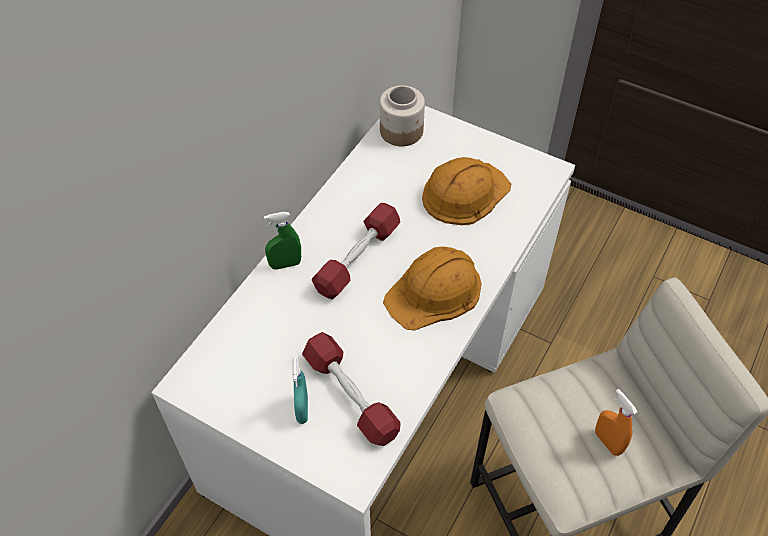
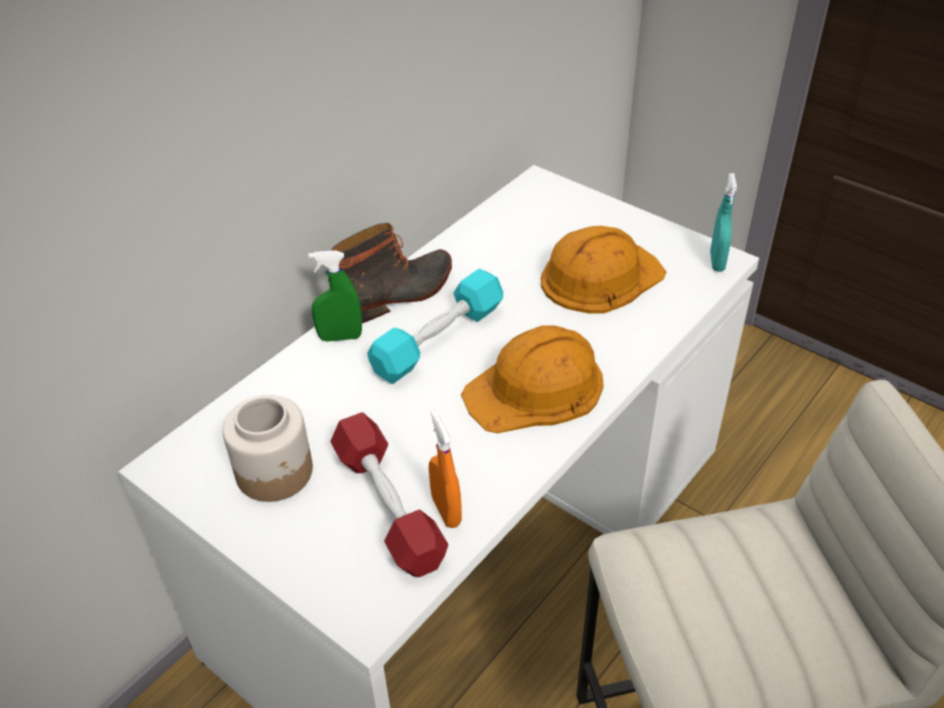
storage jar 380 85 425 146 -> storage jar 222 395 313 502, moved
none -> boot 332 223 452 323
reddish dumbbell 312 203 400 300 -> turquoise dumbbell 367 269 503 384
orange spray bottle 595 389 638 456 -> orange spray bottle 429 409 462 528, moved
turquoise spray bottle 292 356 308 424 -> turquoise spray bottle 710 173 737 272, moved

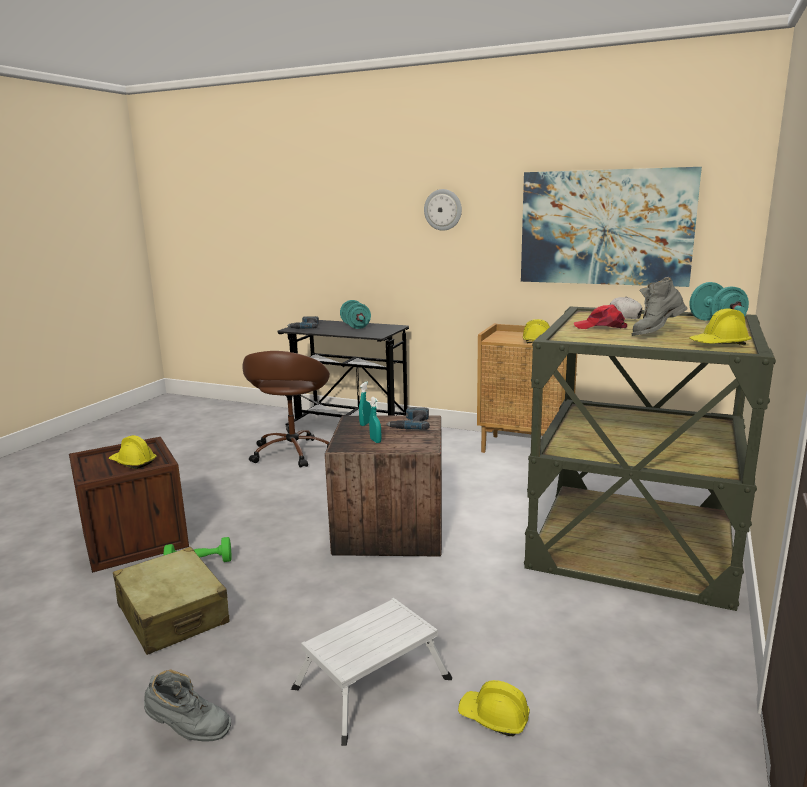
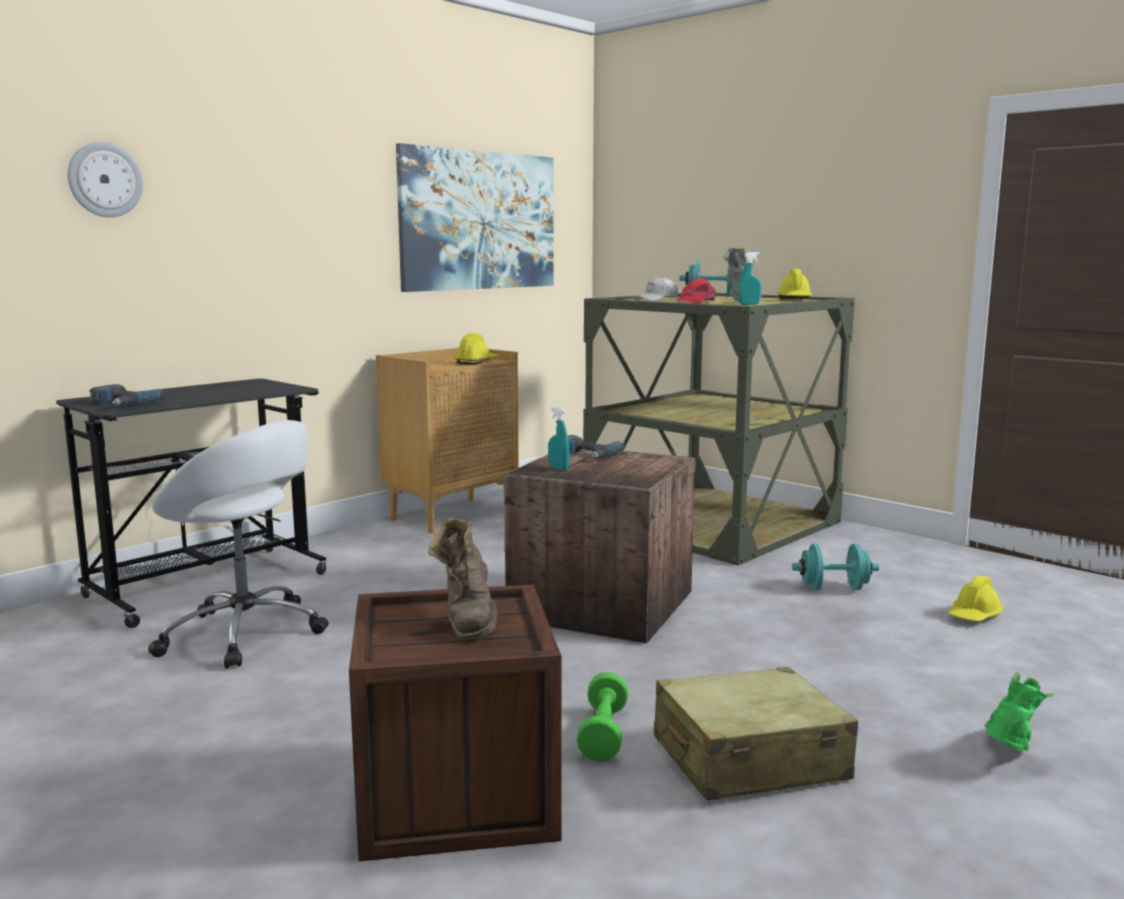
hanging clock 424 189 462 231 -> hanging clock 68 142 143 217, moved
brownish desk chair 243 351 330 468 -> white-coloured desk chair 148 420 329 669
yellow safety helmet 109 435 157 469 -> brownish boot 428 517 497 641
turquoise spray bottle 369 397 381 443 -> turquoise spray bottle 739 252 761 305, moved
turquoise dumbbell 340 300 371 329 -> turquoise dumbbell 792 544 879 590, moved
greyish boot 144 670 231 742 -> green-coloured boot 984 672 1054 751
white-coloured step stool 291 598 452 746 -> none

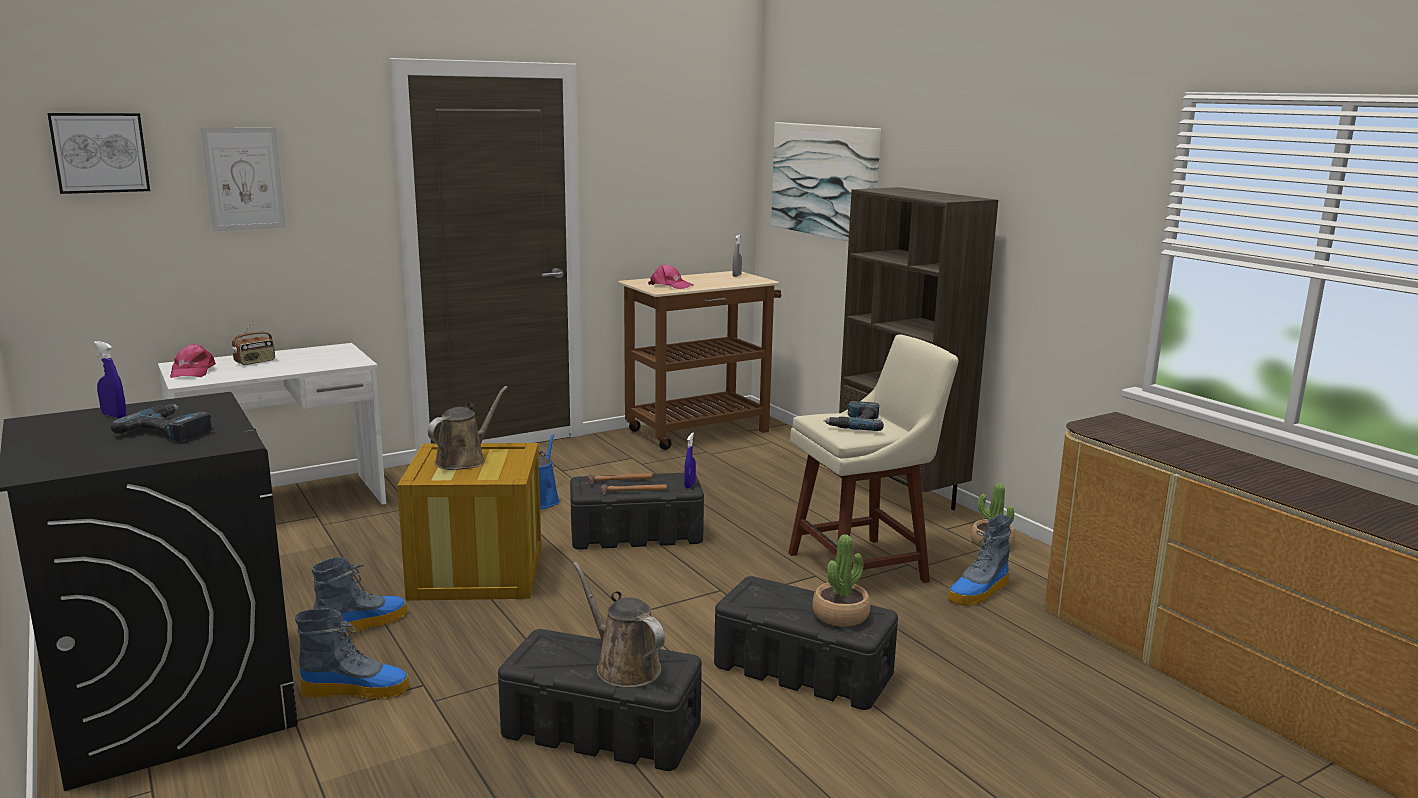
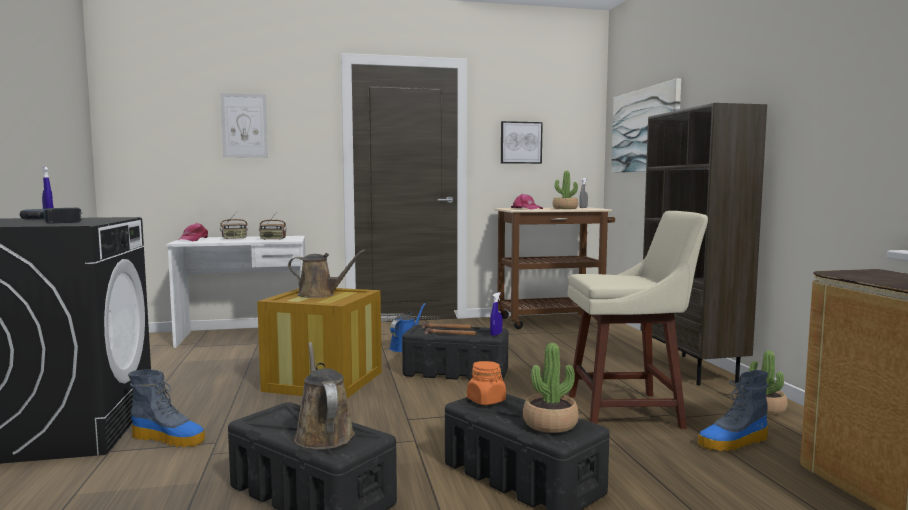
none -> radio 259 214 287 240
brownish watering pot 428 386 508 470 -> brownish watering pot 288 250 365 298, 45 degrees clockwise
none -> orange storage jar 467 361 506 405
wall picture 47 113 150 194 -> wall picture 501 121 543 164, moved
none -> potted plant 553 171 578 209
boot 312 557 407 635 -> none
power drill 824 401 884 431 -> none

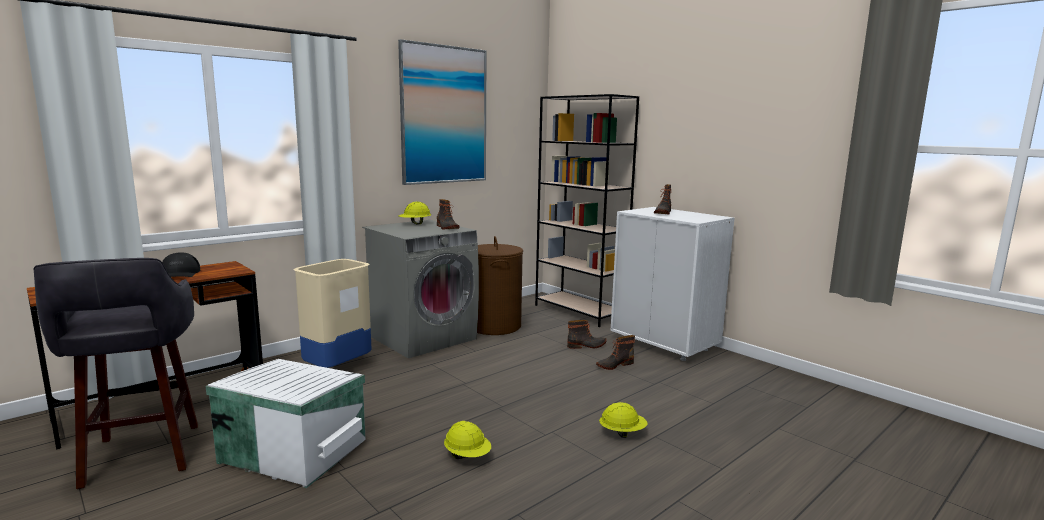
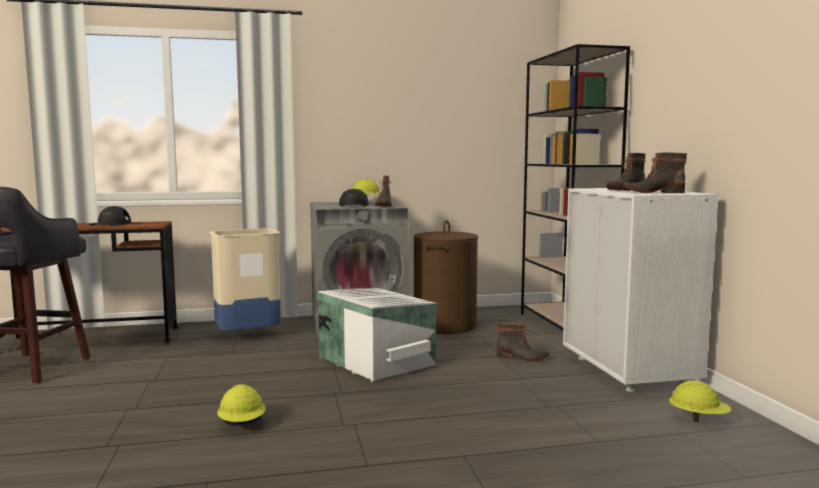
white-coloured storage container 206 359 366 488 -> white-coloured storage container 317 288 438 383, moved
none -> blackish peaked cap 339 189 369 207
boot 596 335 635 370 -> boot 623 153 687 193, moved
yellow safety helmet 599 402 648 438 -> yellow safety helmet 669 381 732 422, moved
wall picture 398 39 487 185 -> none

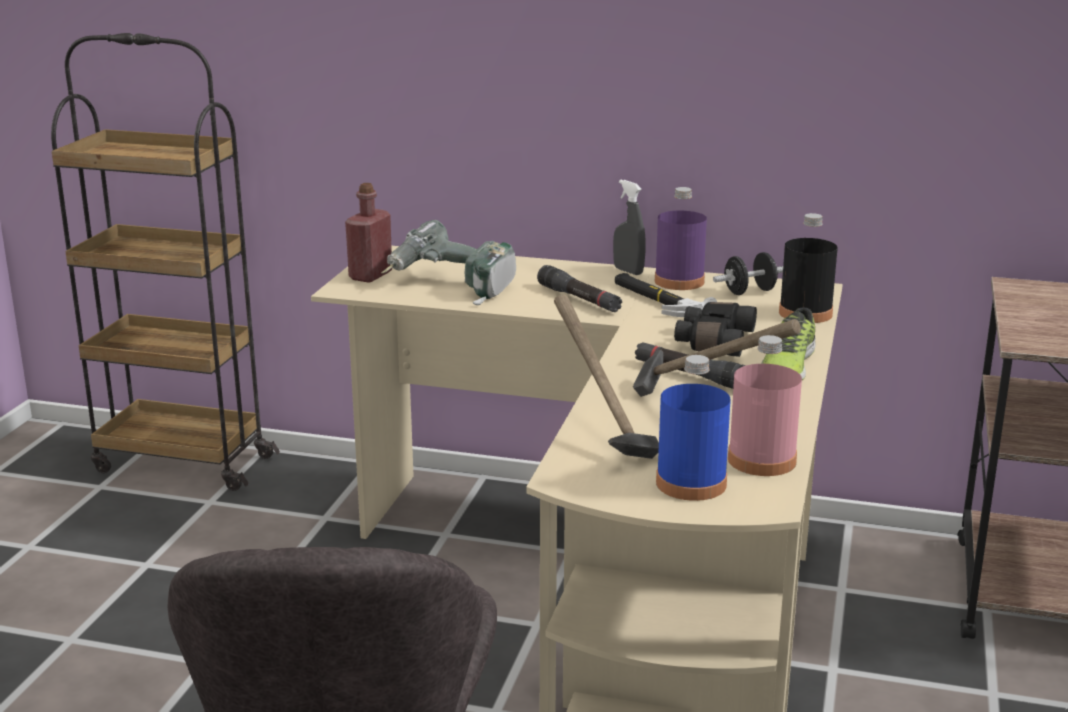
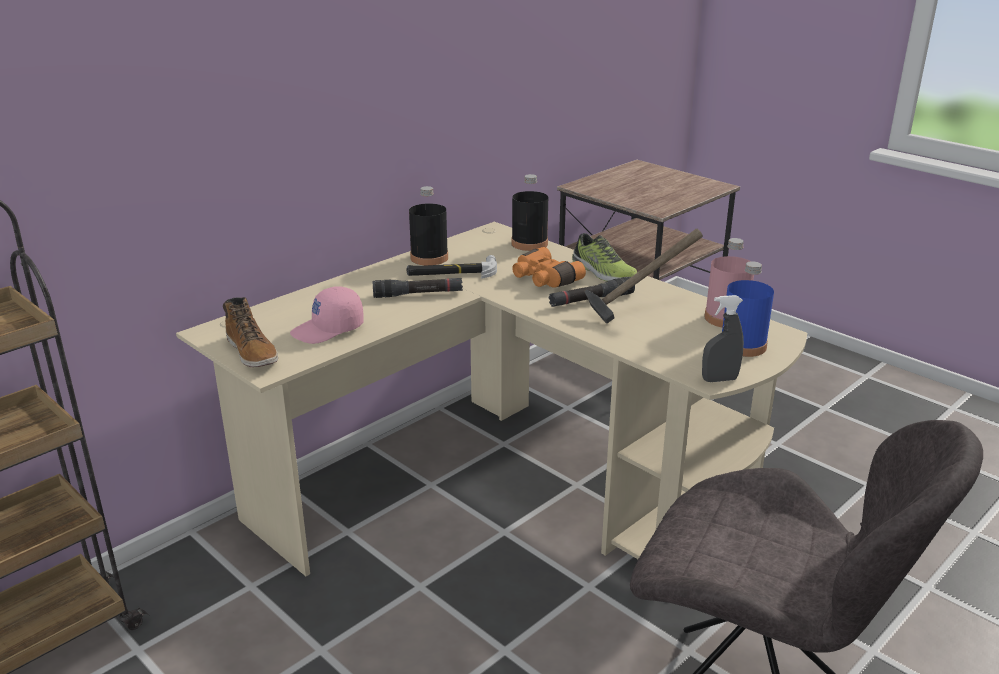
reddish bottle 345 183 392 283 -> boot 223 297 278 367
power drill 381 220 516 305 -> pink-coloured peaked cap 290 286 364 344
purplish bottle 655 187 707 290 -> blackish bottle 409 186 448 266
blackish field glasses 674 302 757 357 -> orange field glasses 512 247 586 288
greyish spray bottle 613 180 646 275 -> greyish spray bottle 702 295 744 382, moved
hand hammer 554 294 659 459 -> none
blackish dumbbell 713 252 783 295 -> none

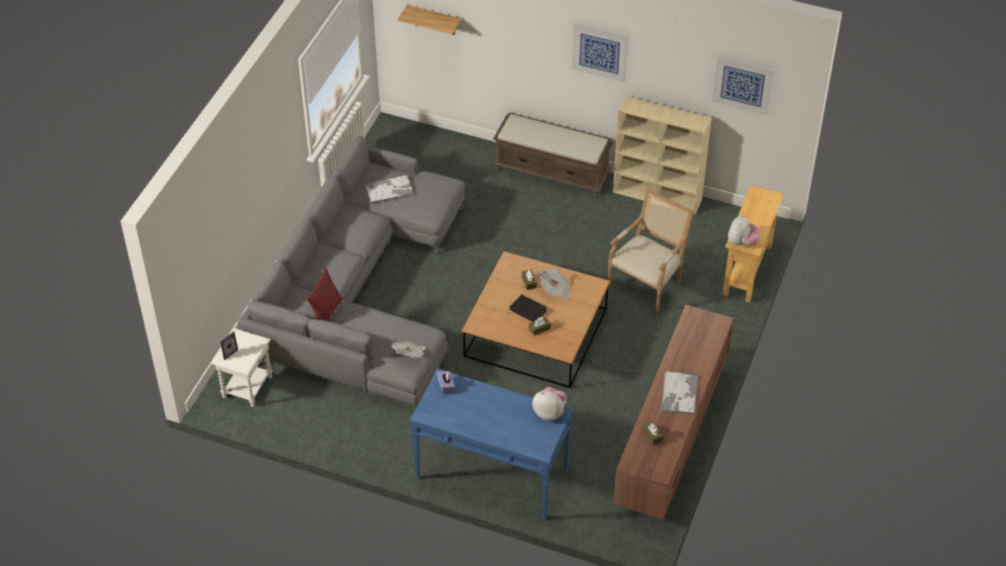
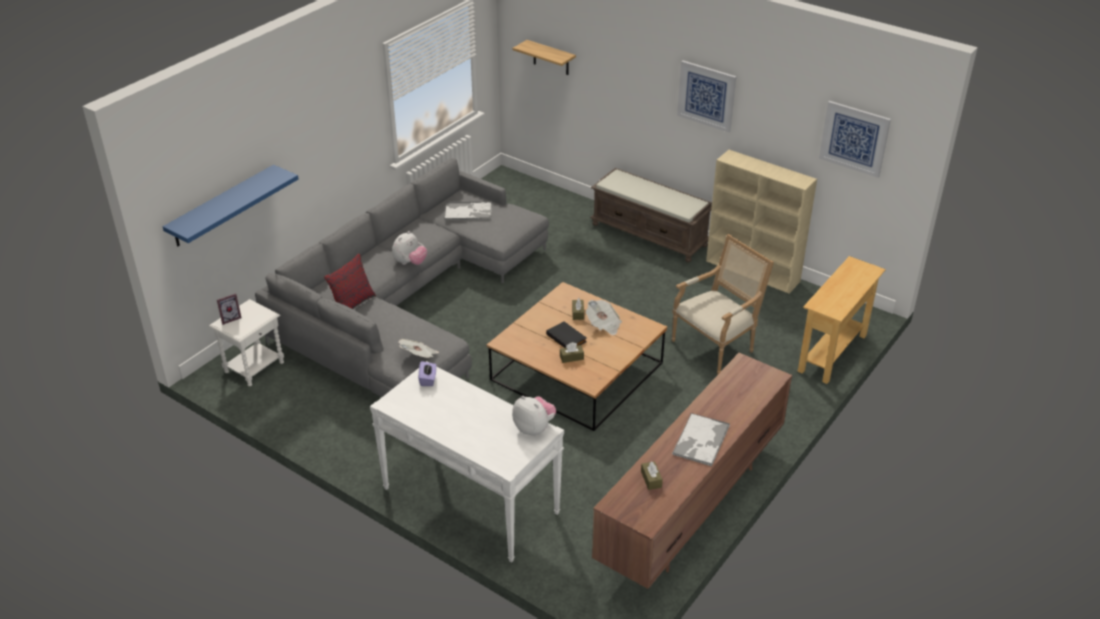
none -> blue bracket shelf 163 165 298 246
blue console table 409 368 574 519 -> white-coloured console table 370 361 564 563
cuddly toy 728 215 760 246 -> cuddly toy 392 231 427 265, moved

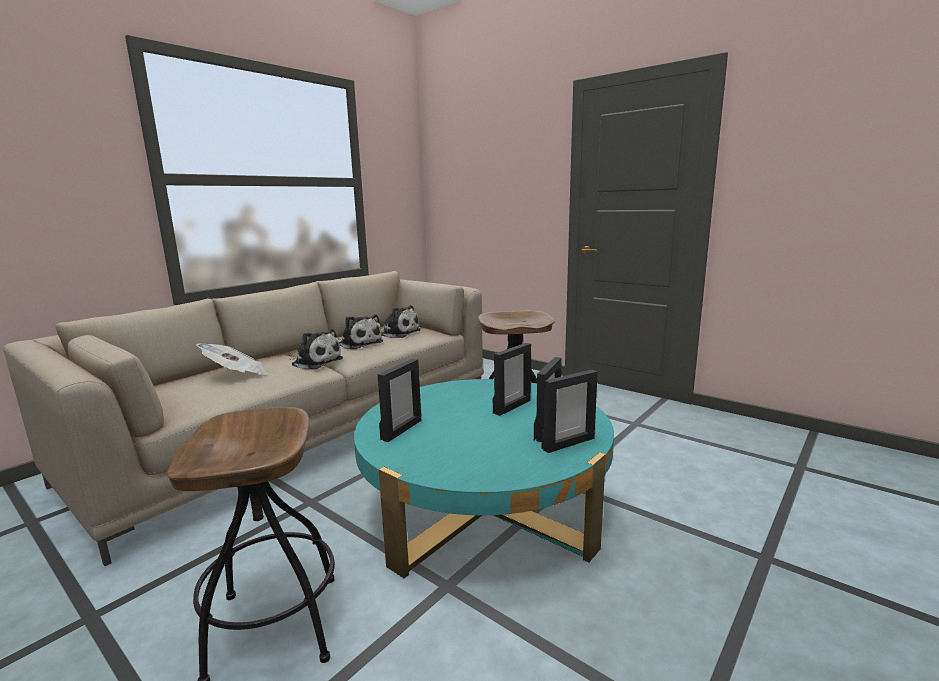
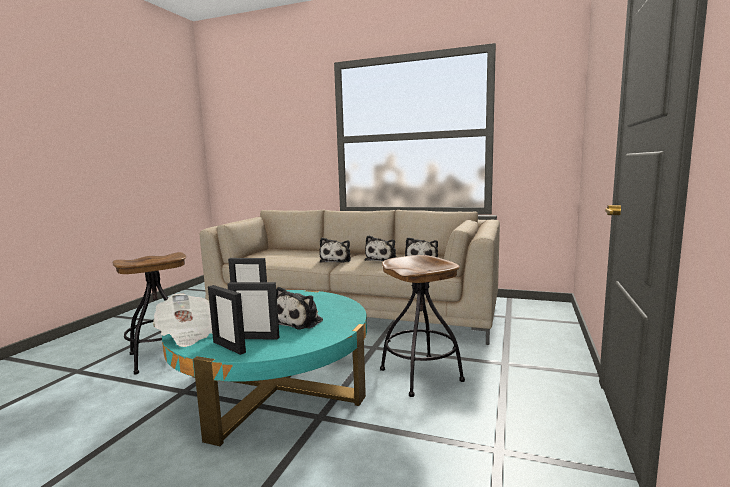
newspaper 196 344 267 375 -> newspaper 153 294 212 347, moved
picture frame 493 343 531 416 -> cuddly toy 276 287 323 329

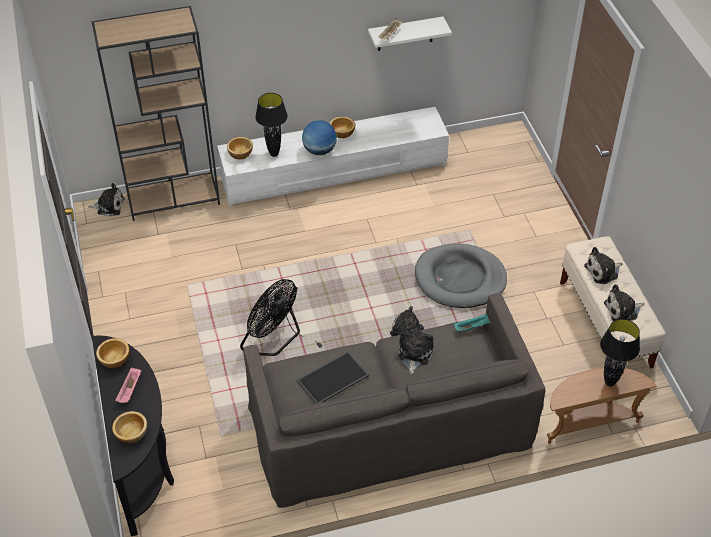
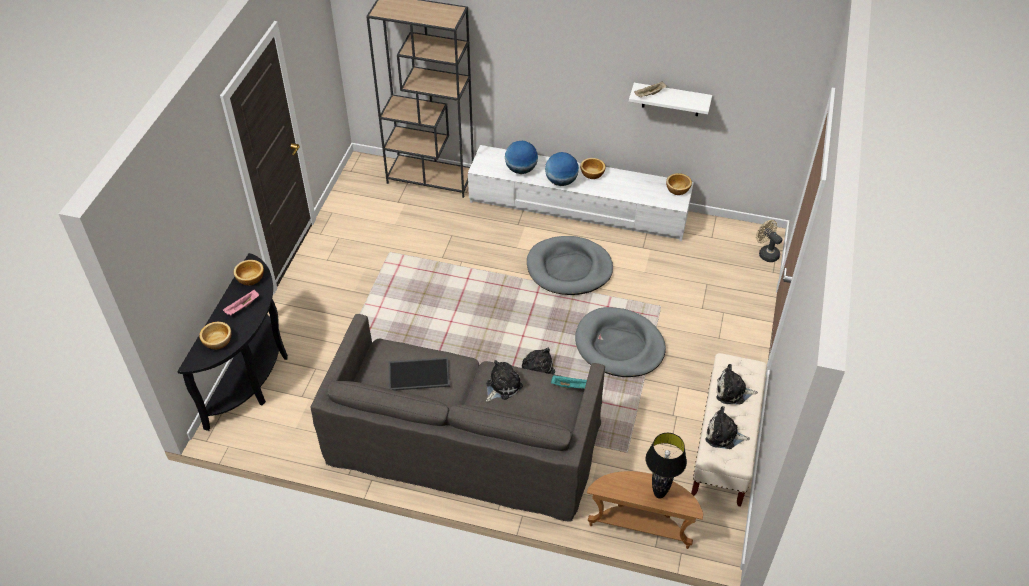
blackish tabletop lamp 255 93 288 157 -> desk globe 505 141 538 174
none -> greyish pet bed 527 236 613 295
deep dish 227 137 253 159 -> deep dish 666 173 692 195, moved
none -> beige-coloured electric fan 756 220 782 262
cuddly toy 88 183 124 216 -> none
blackish electric fan 240 279 323 356 -> none

